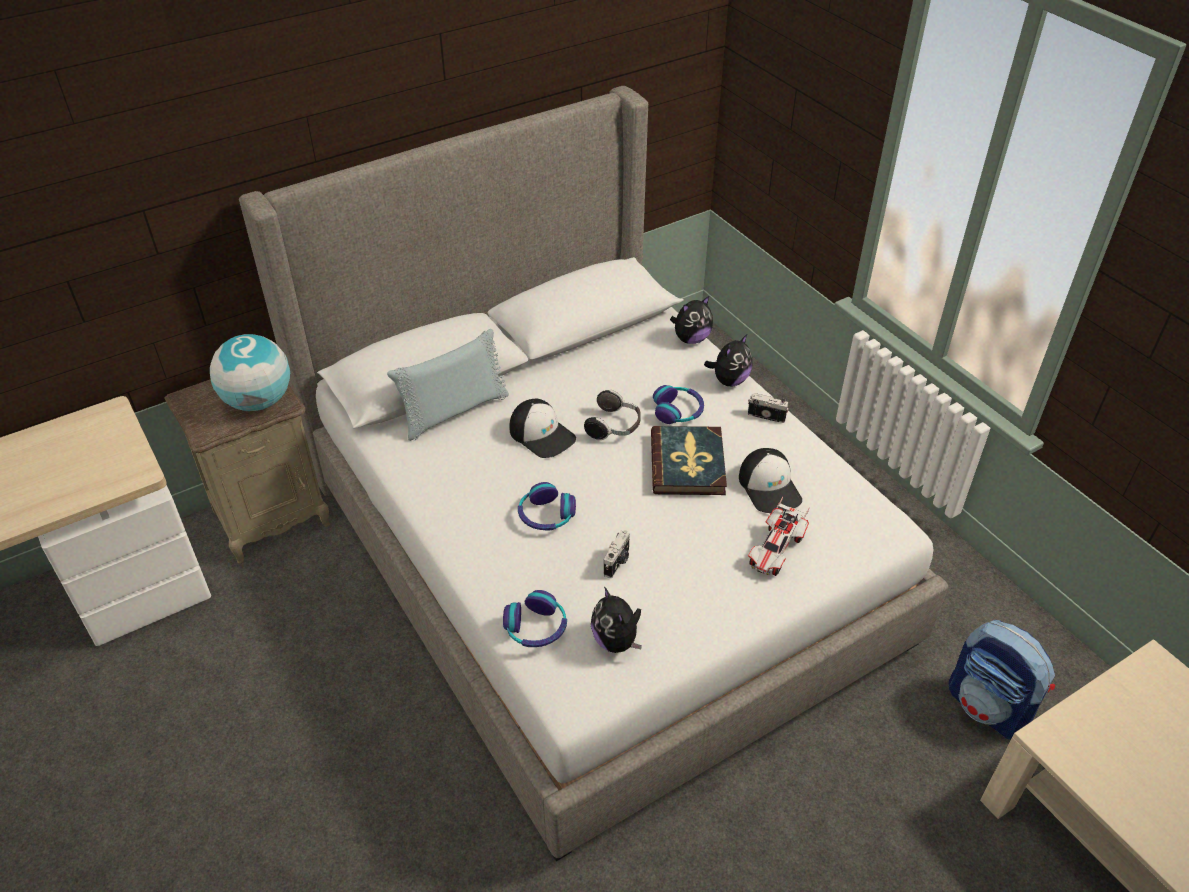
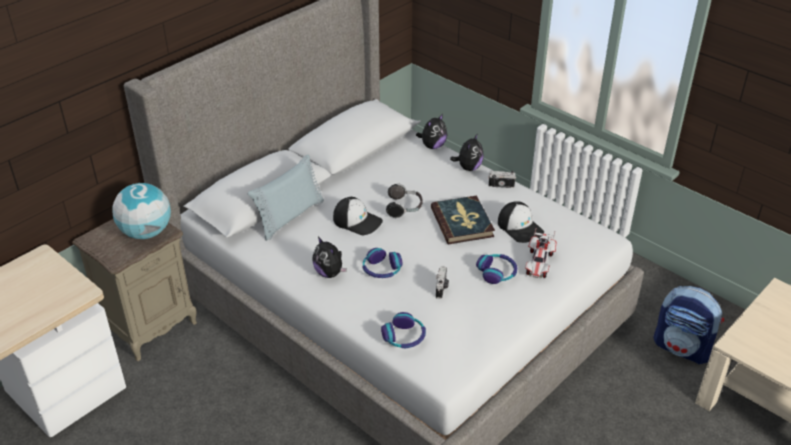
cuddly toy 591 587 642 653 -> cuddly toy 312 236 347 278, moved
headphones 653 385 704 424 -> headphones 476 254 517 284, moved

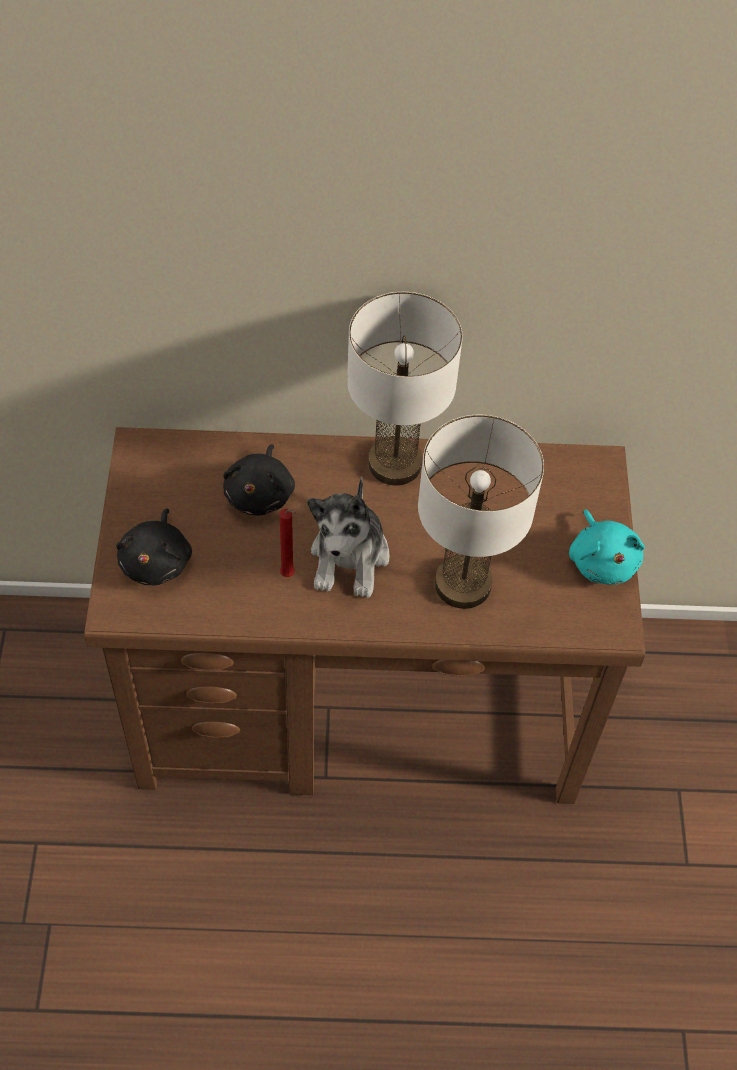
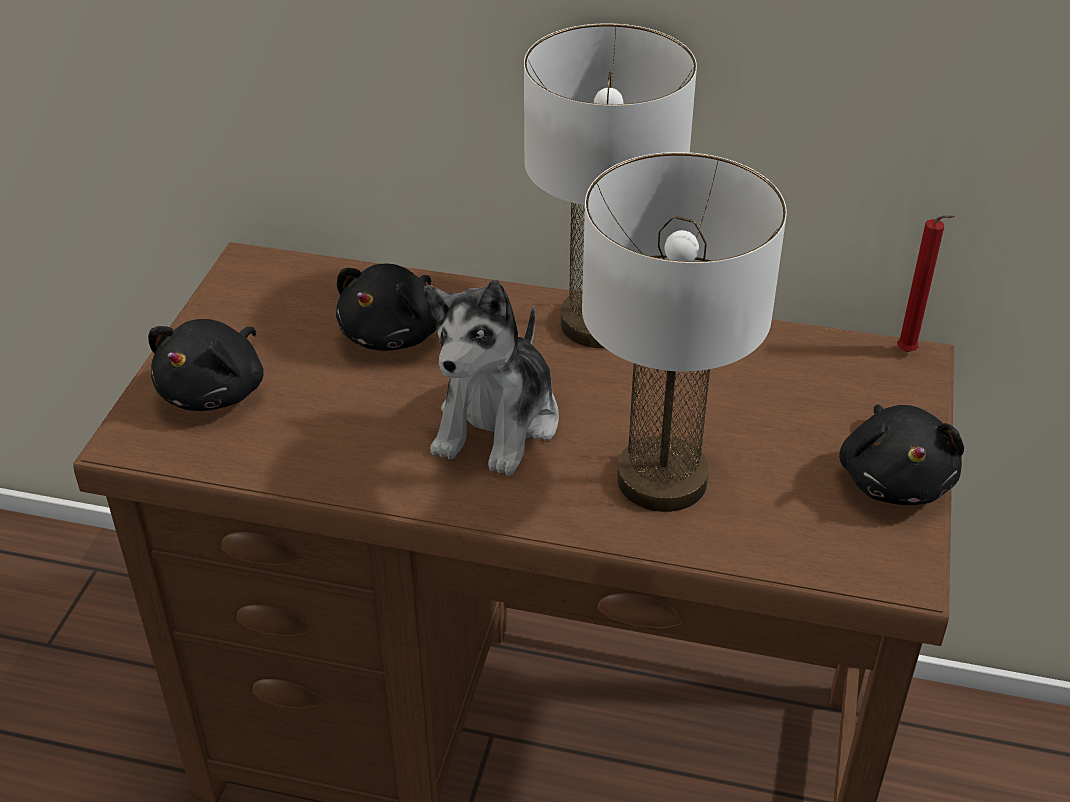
turquoise cuddly toy 569 509 645 584 -> blackish cuddly toy 839 404 964 505
reddish wax light 280 509 296 577 -> reddish wax light 897 215 955 352, moved

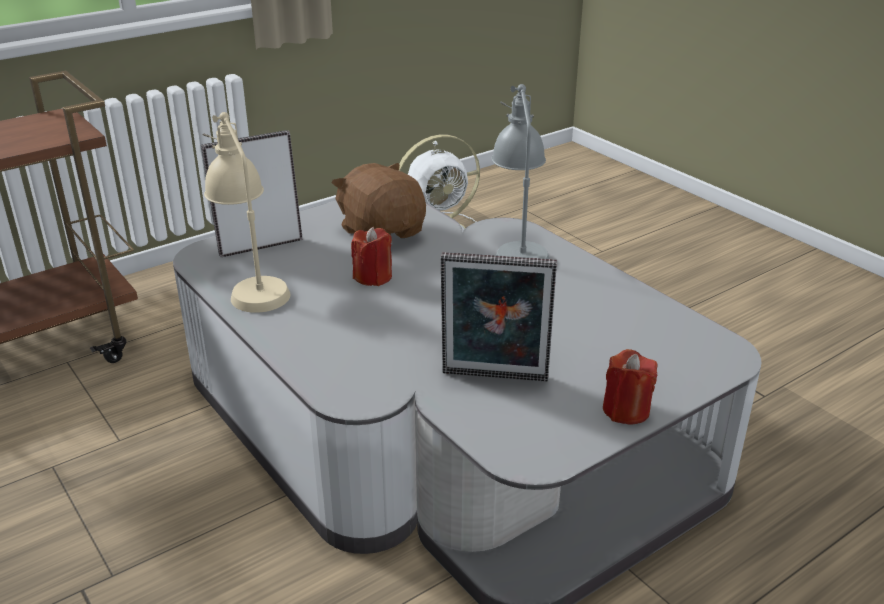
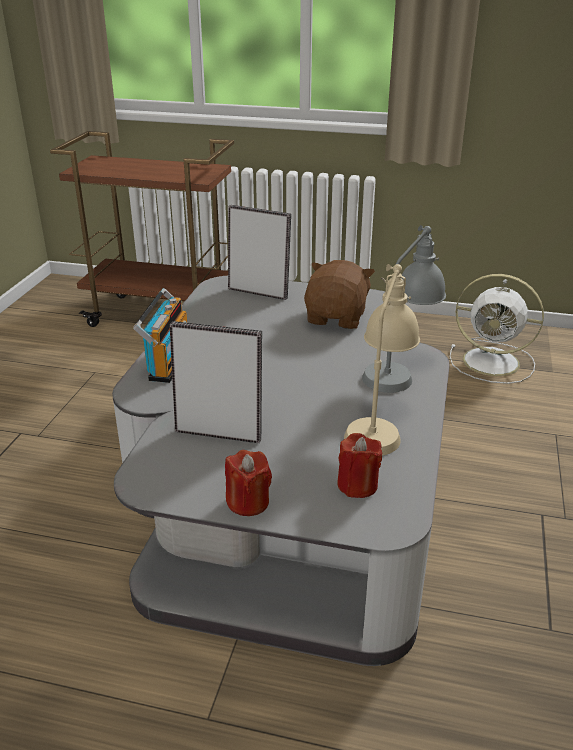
none -> radio 133 288 187 383
picture frame 441 252 557 382 -> picture frame 170 321 262 443, 135 degrees clockwise
reddish wax light 351 227 392 286 -> reddish wax light 337 433 383 498, moved
beige-coloured tabletop lamp 203 112 290 313 -> beige-coloured tabletop lamp 344 264 420 456, moved

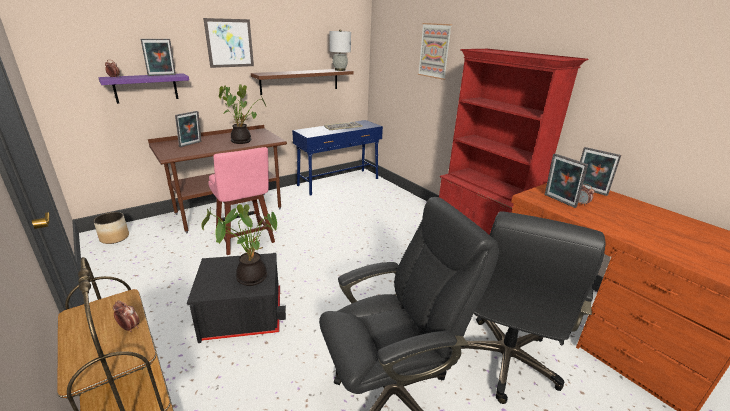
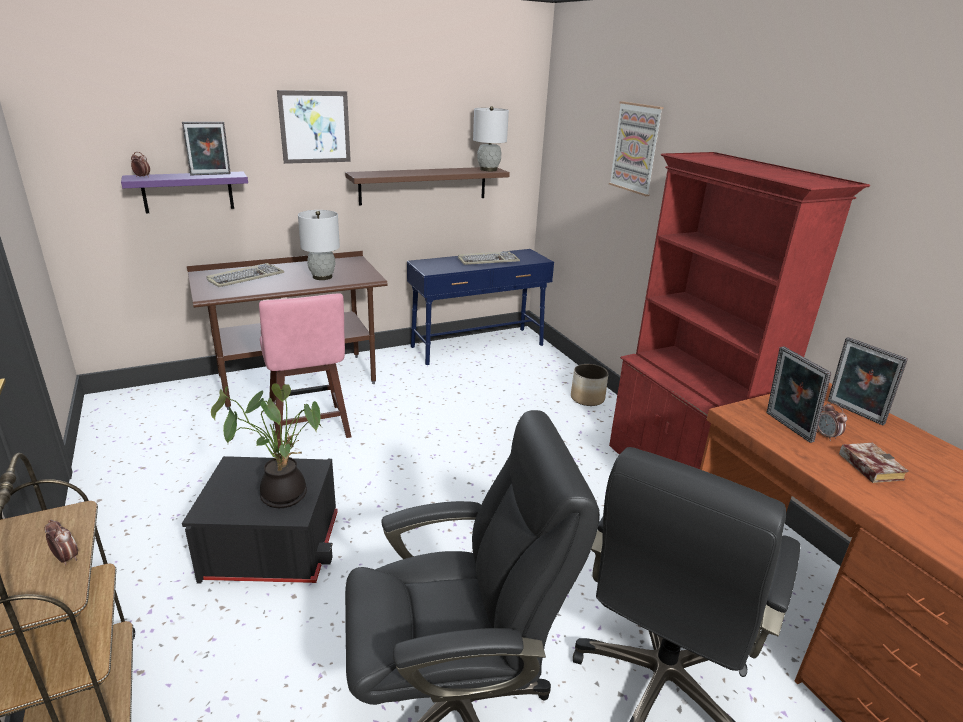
picture frame 175 111 201 147 -> PC keyboard 206 263 284 287
potted plant 219 84 266 144 -> white-coloured tabletop lamp 298 210 340 280
flower pot 93 212 129 244 -> flower pot 571 364 609 406, moved
none -> volume 839 443 909 483

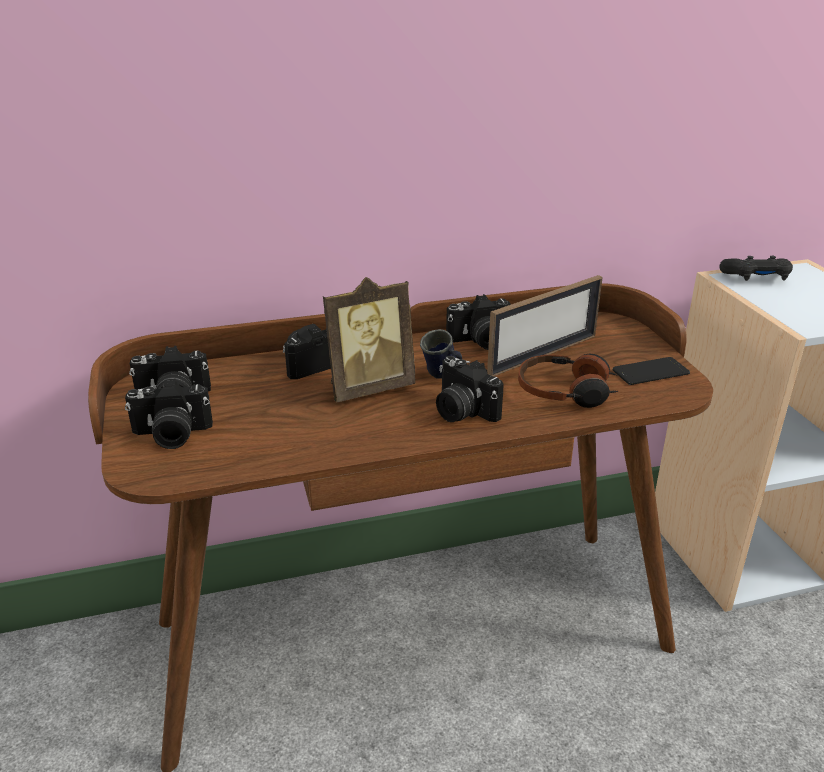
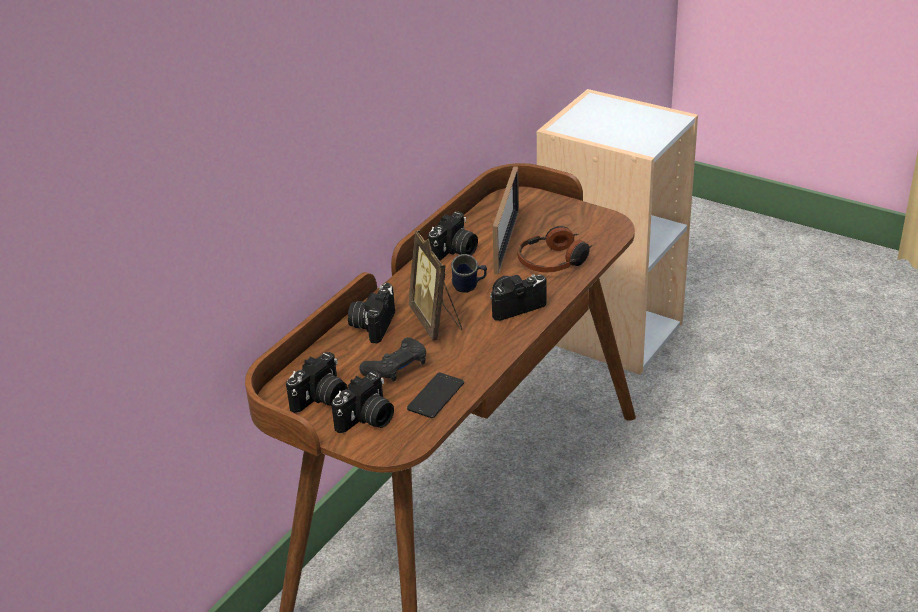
blackish joypad 719 256 793 281 -> blackish joypad 359 337 426 381, moved
telephone 613 357 690 385 -> telephone 407 373 464 418, moved
picture frame 323 277 415 403 -> picture frame 408 230 462 341, 135 degrees clockwise
still camera 436 356 504 422 -> still camera 490 274 547 321, 150 degrees clockwise

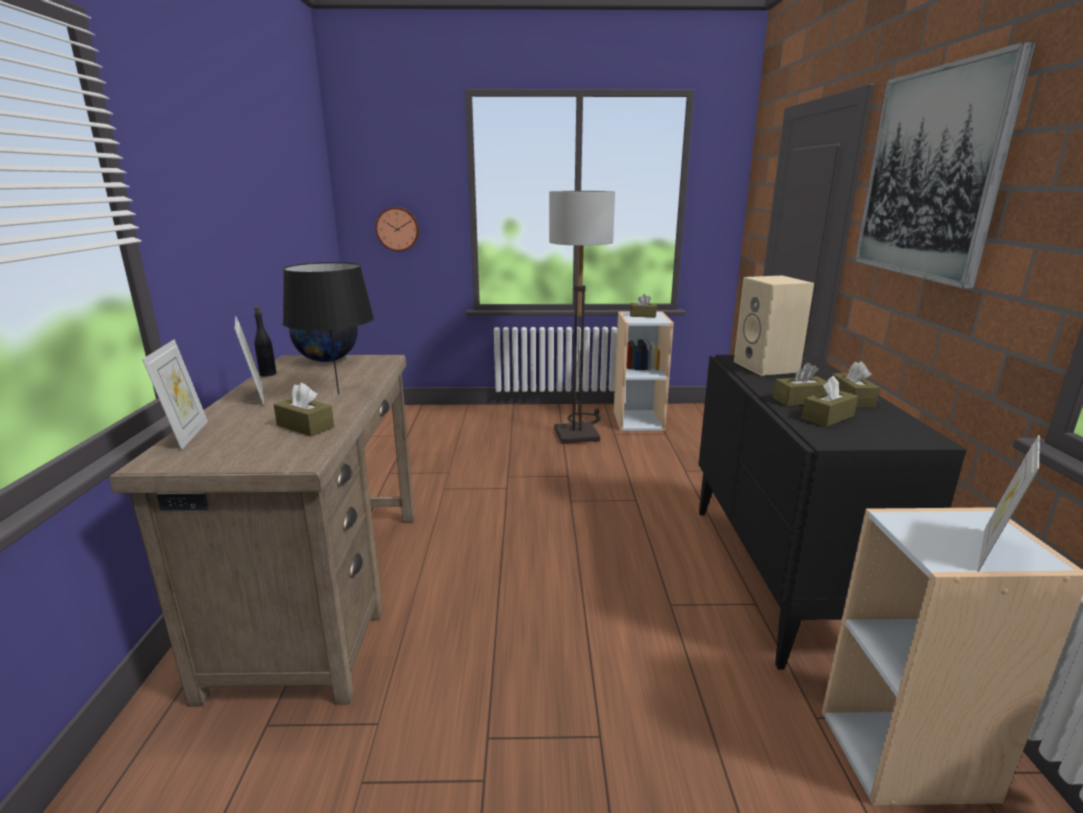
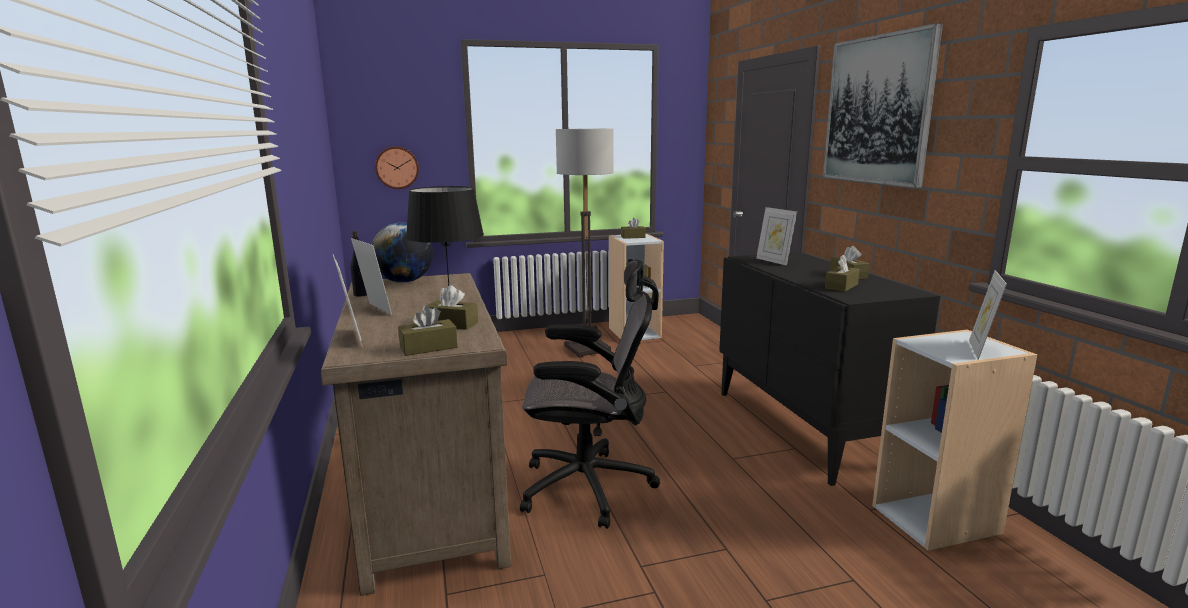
brownish tissue box 773 363 828 406 -> brownish tissue box 398 305 458 356, moved
none -> desk chair 520 260 660 529
beige-coloured loudspeaker 734 275 814 376 -> picture frame 756 207 797 266

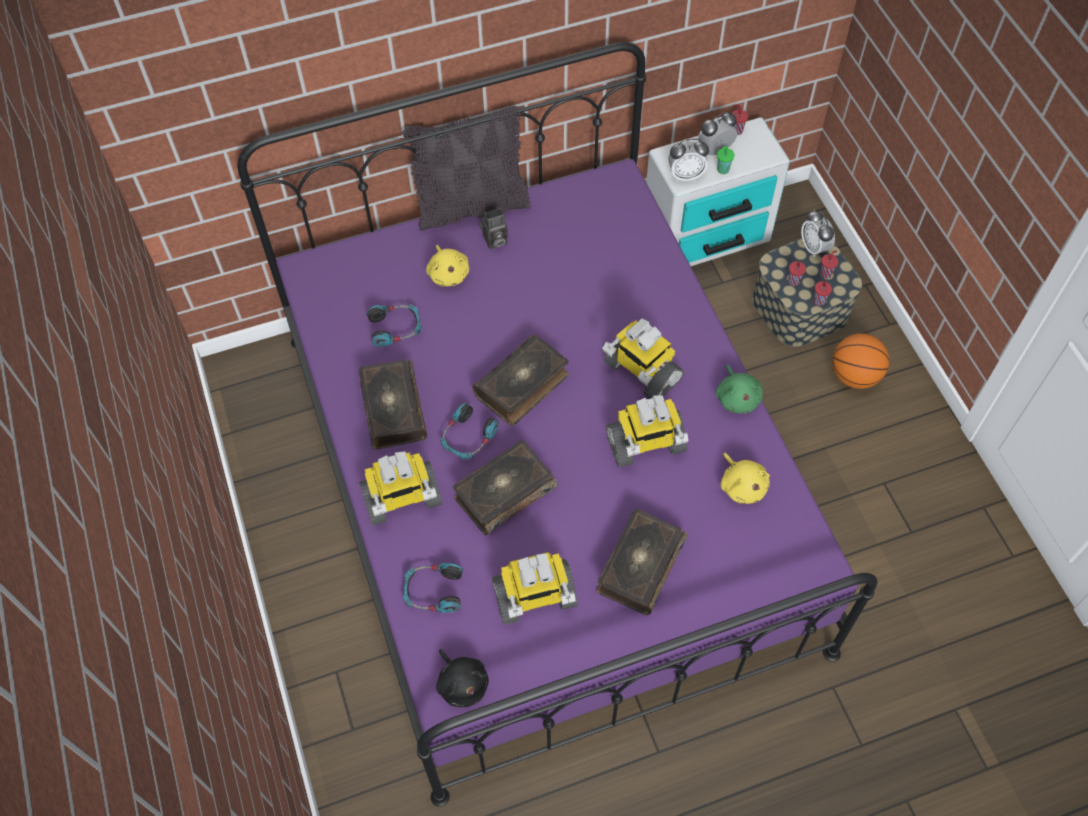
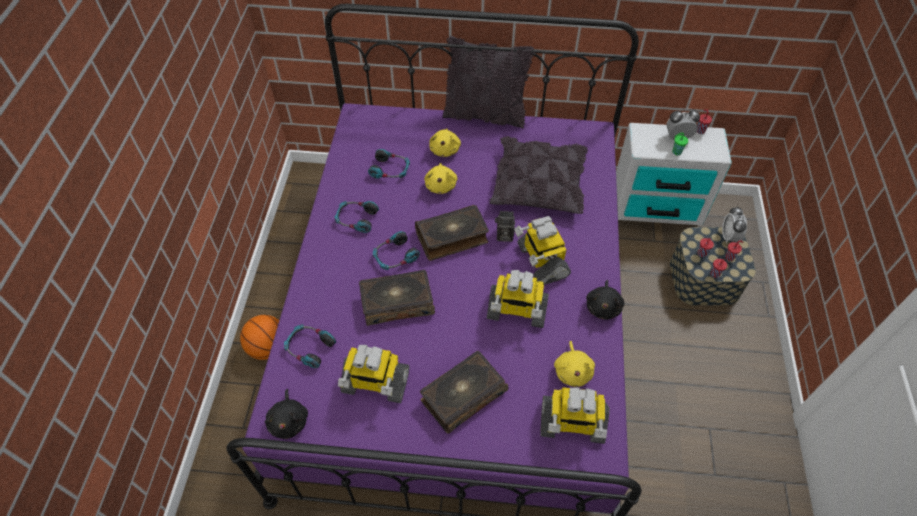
basketball ball 832 333 889 389 -> basketball ball 240 315 279 360, moved
volume 359 360 427 450 -> headphones 334 201 379 233
none -> yellow cuddly toy 424 163 457 194
none -> blackish cushion 490 136 588 214
still camera 479 208 508 249 -> still camera 495 211 515 242, moved
robot figure 359 452 443 526 -> robot figure 540 387 610 444, moved
green-coloured cuddly toy 716 365 763 414 -> blackish cuddly toy 586 280 624 320
alarm clock 668 139 709 181 -> none

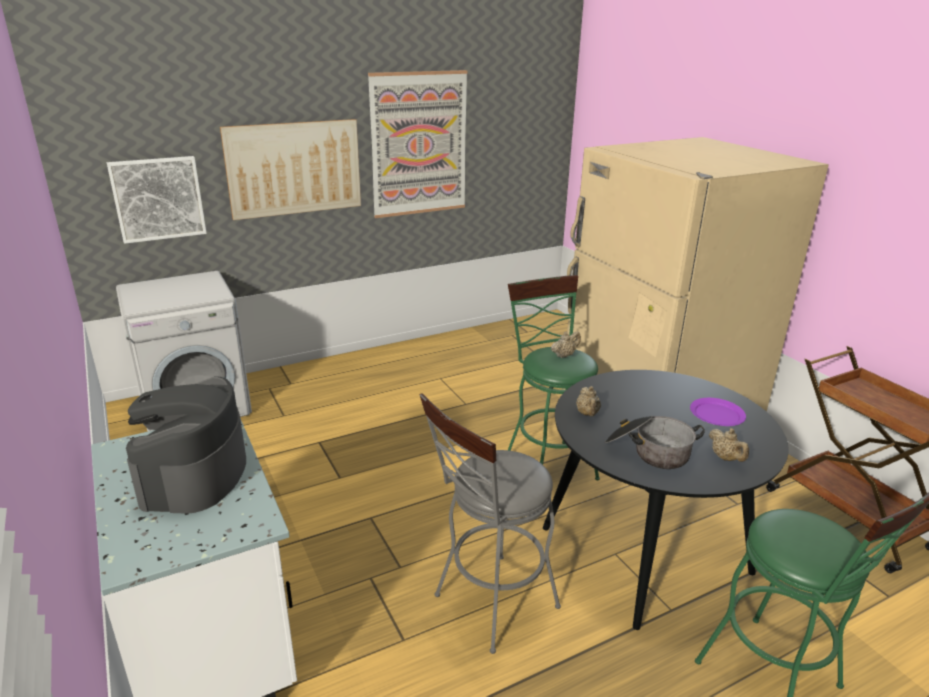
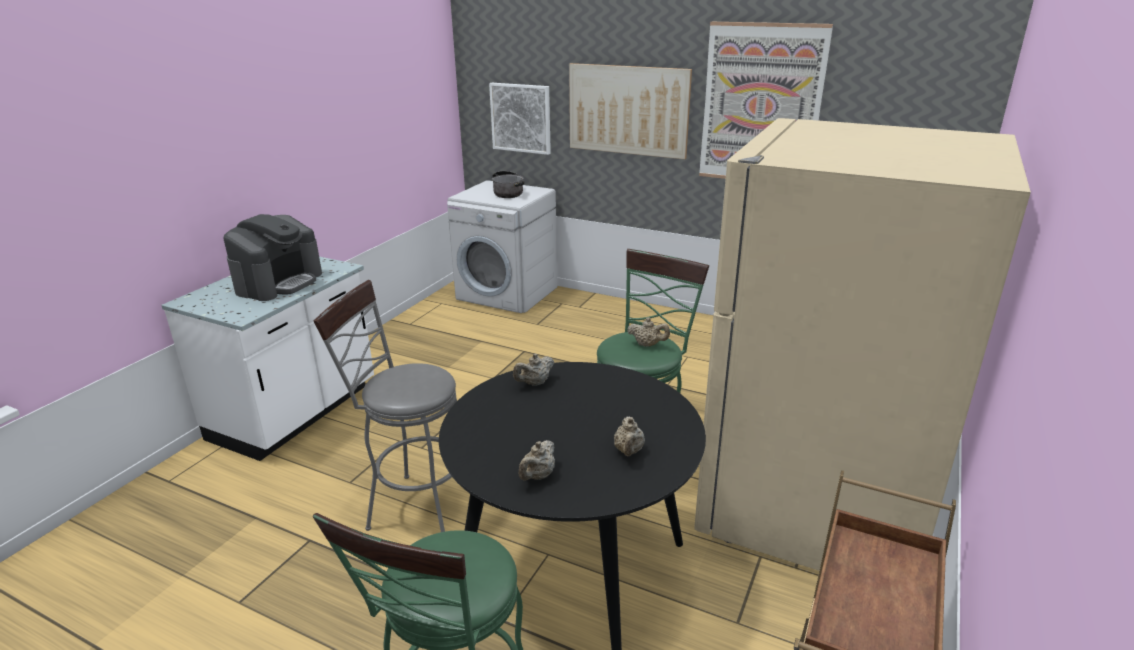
coffee brewer 126 376 246 513 -> coffee brewer 223 214 322 301, 150 degrees clockwise
stockpot 605 416 705 469 -> stockpot 492 171 524 198, moved
purplish plate 690 398 746 426 -> beige-coloured pot for tea 614 416 645 456

